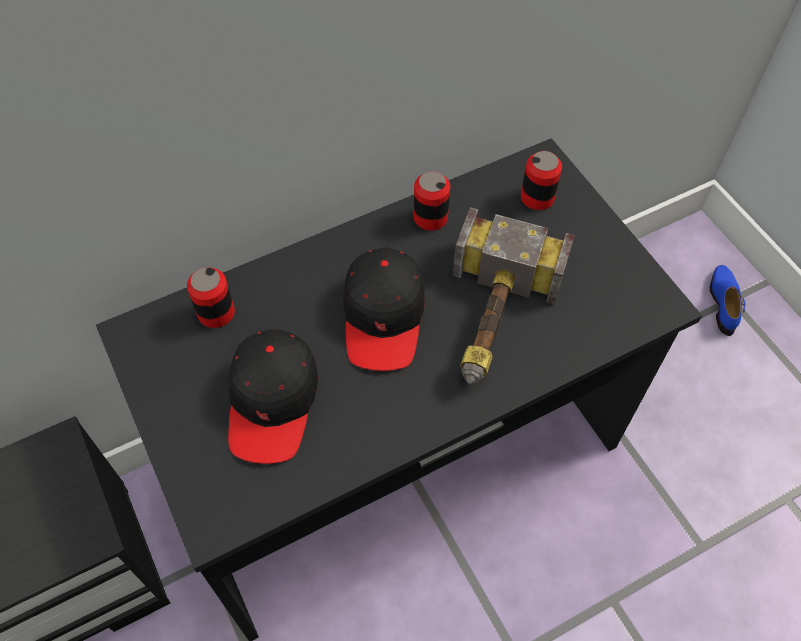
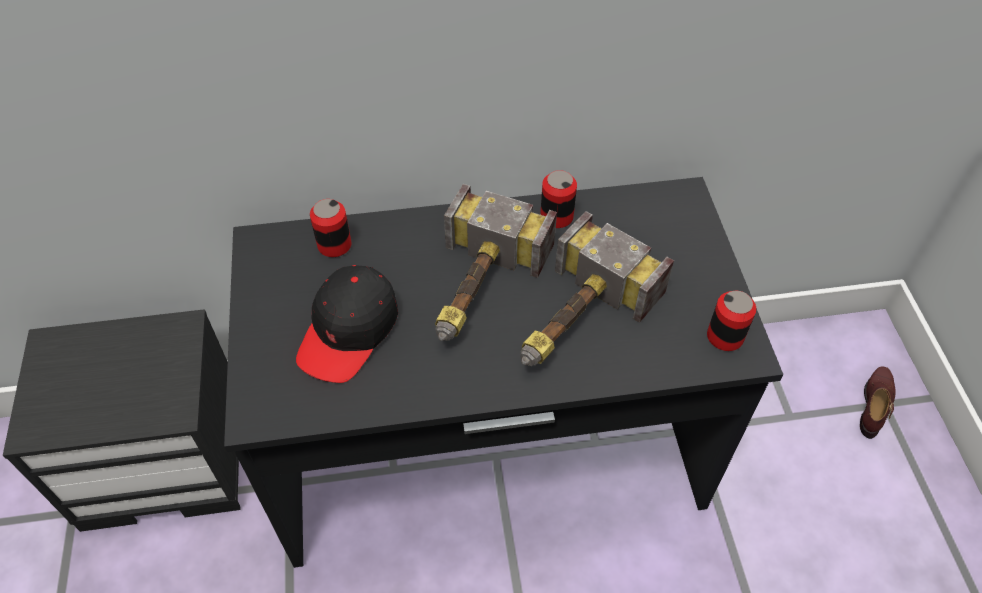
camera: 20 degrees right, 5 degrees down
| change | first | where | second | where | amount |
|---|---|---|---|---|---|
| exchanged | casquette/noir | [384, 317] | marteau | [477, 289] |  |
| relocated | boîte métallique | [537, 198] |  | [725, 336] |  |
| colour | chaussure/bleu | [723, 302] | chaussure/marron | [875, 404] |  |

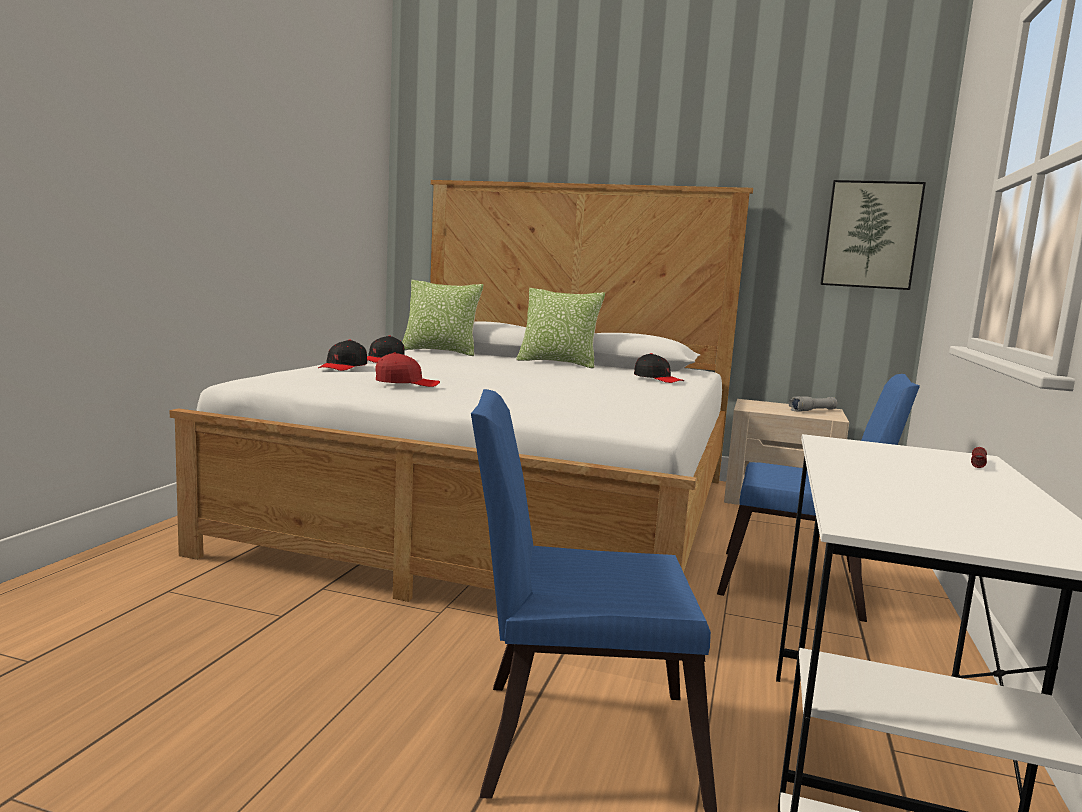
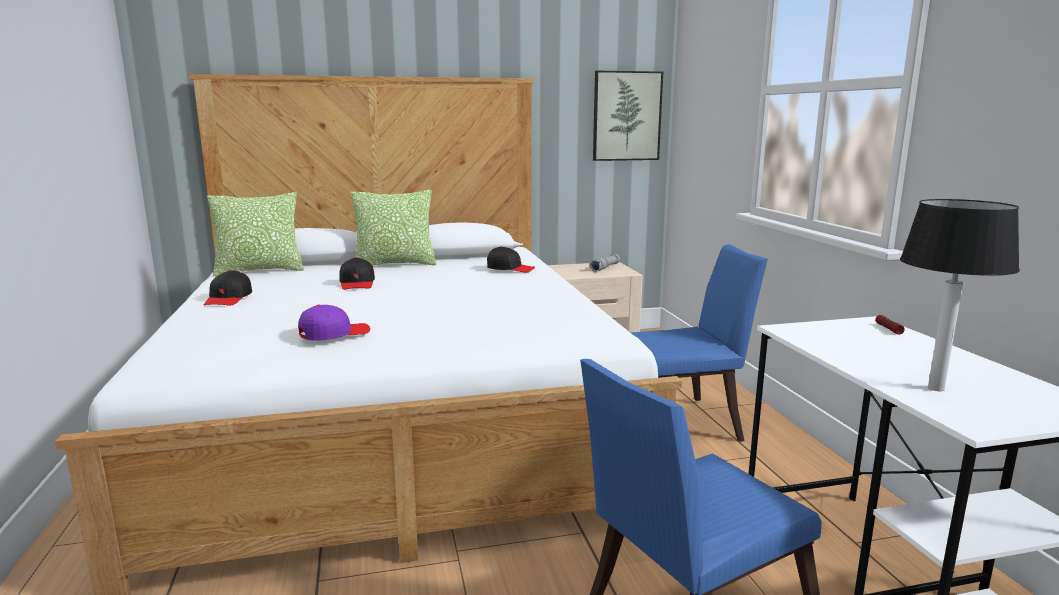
camera: 30 degrees left, 5 degrees up
| change | first | where | second | where | amount |
|---|---|---|---|---|---|
| relocated | casquette/noir | [343, 367] |  | [357, 283] |  |
| colour | casquette/rouge | [406, 383] | casquette/violet | [334, 334] |  |
| appeared |  |  | lampe de table | [934, 388] |  |

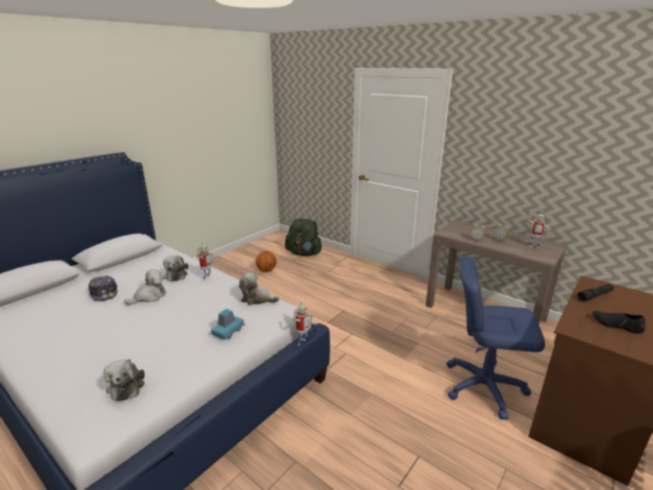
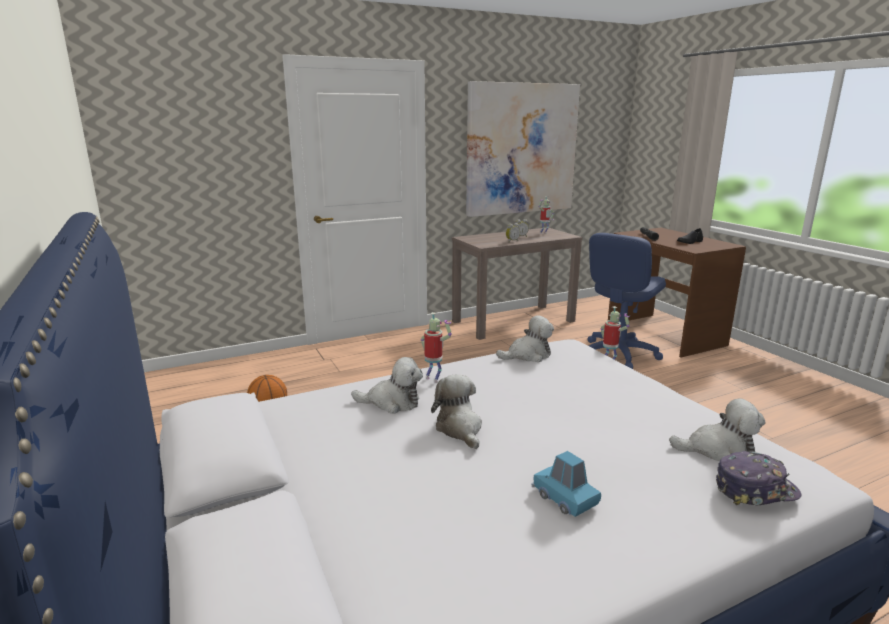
camera: 65 degrees left, 5 degrees down
| change | first | where | second | where | amount |
|---|---|---|---|---|---|
| relocated | casquette | [104, 293] |  | [754, 489] |  |
| relocated | petite voiture/bleu | [228, 331] |  | [564, 498] |  |
| spun | peluche | [257, 299] |  | [528, 355] | 150 degrees counterclockwise |
| missing | sac à dos/vert | [304, 253] |  |  |  |
| appeared |  |  | tableau | [521, 149] |  |

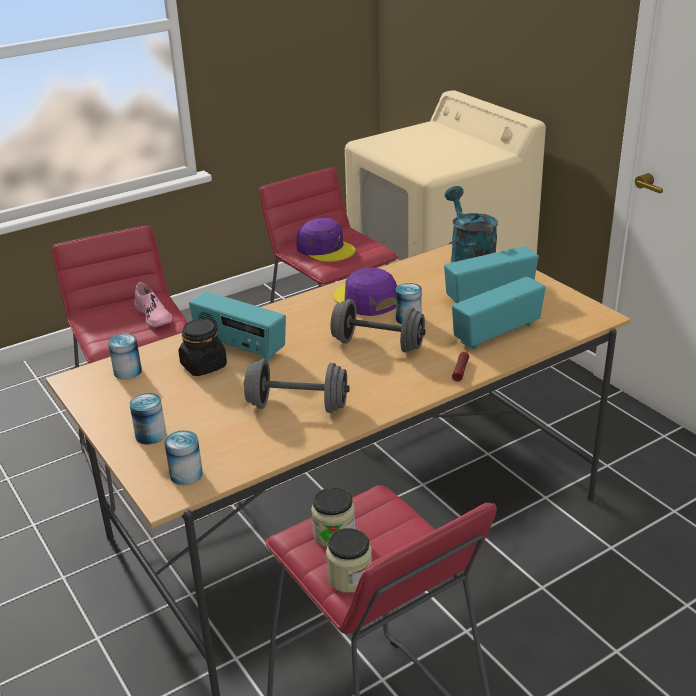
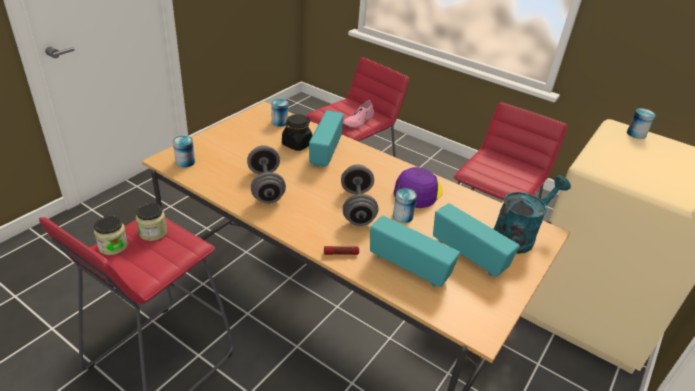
camera: 65 degrees right, 5 degrees up
| change | first | where | second | where | amount |
|---|---|---|---|---|---|
| relocated | boîte métallique | [150, 435] |  | [636, 134] |  |
| missing | casquette/violet | [325, 249] |  |  |  |

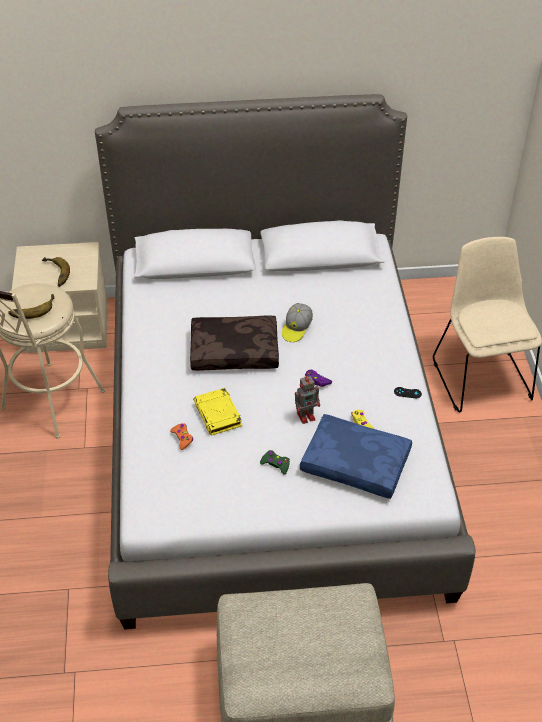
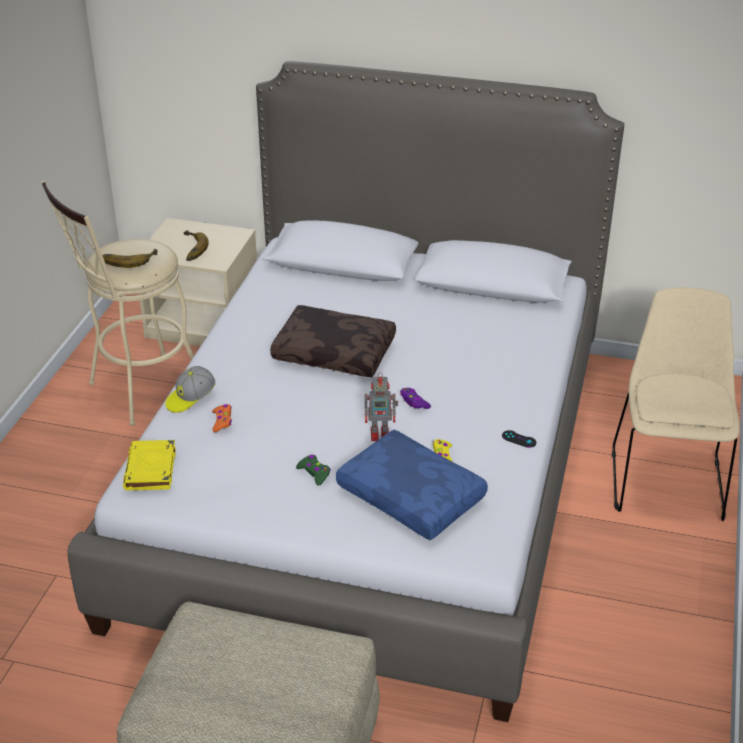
camera: 20 degrees right, 10 degrees down
| change | first | where | second | where | amount |
|---|---|---|---|---|---|
| relocated | livre/jaune | [218, 414] |  | [151, 470] |  |
| relocated | casquette | [296, 328] |  | [190, 398] |  |

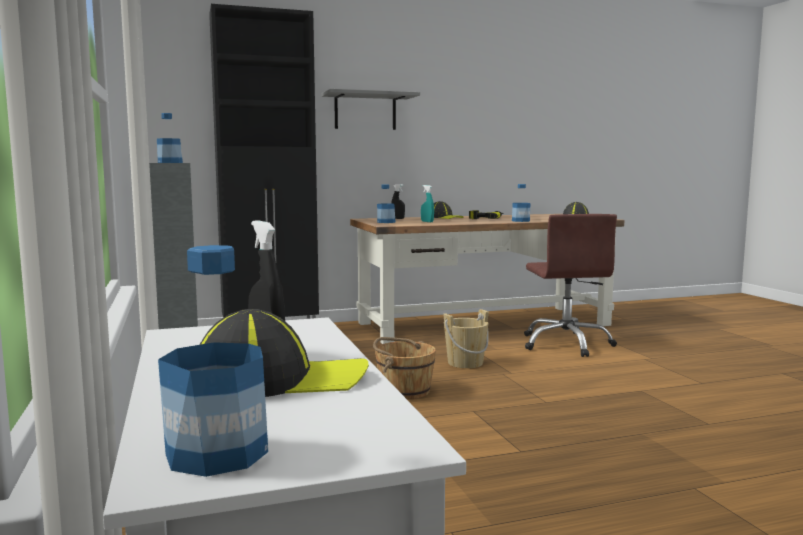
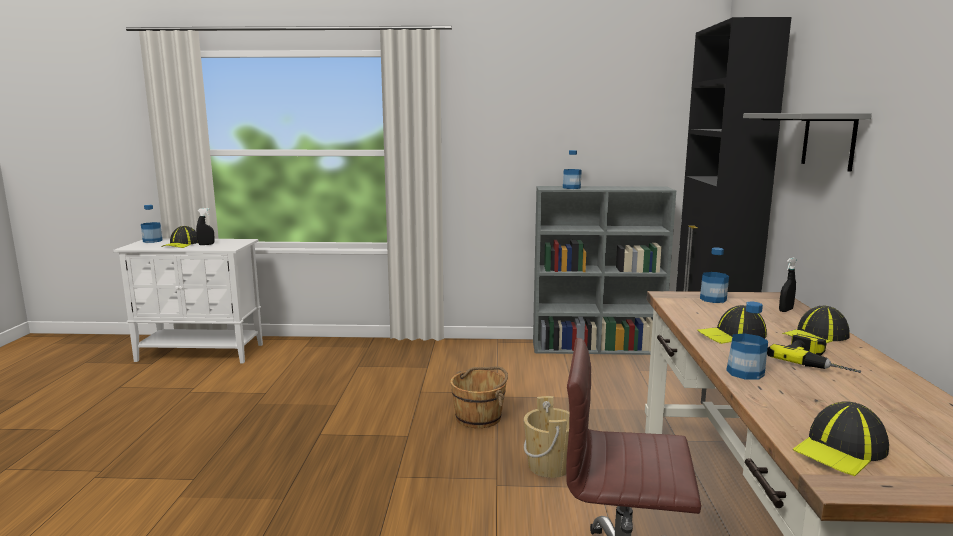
camera: 110 degrees right, 5 degrees up
| change | first | where | second | where | amount |
|---|---|---|---|---|---|
| missing | vaporisateur/turquoise | [427, 222] |  |  |  |
| appeared |  |  | casquette | [731, 335] |  |

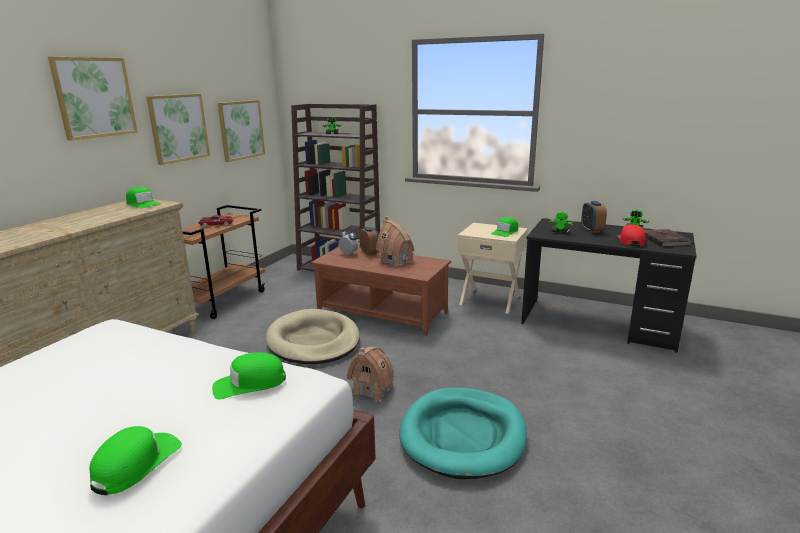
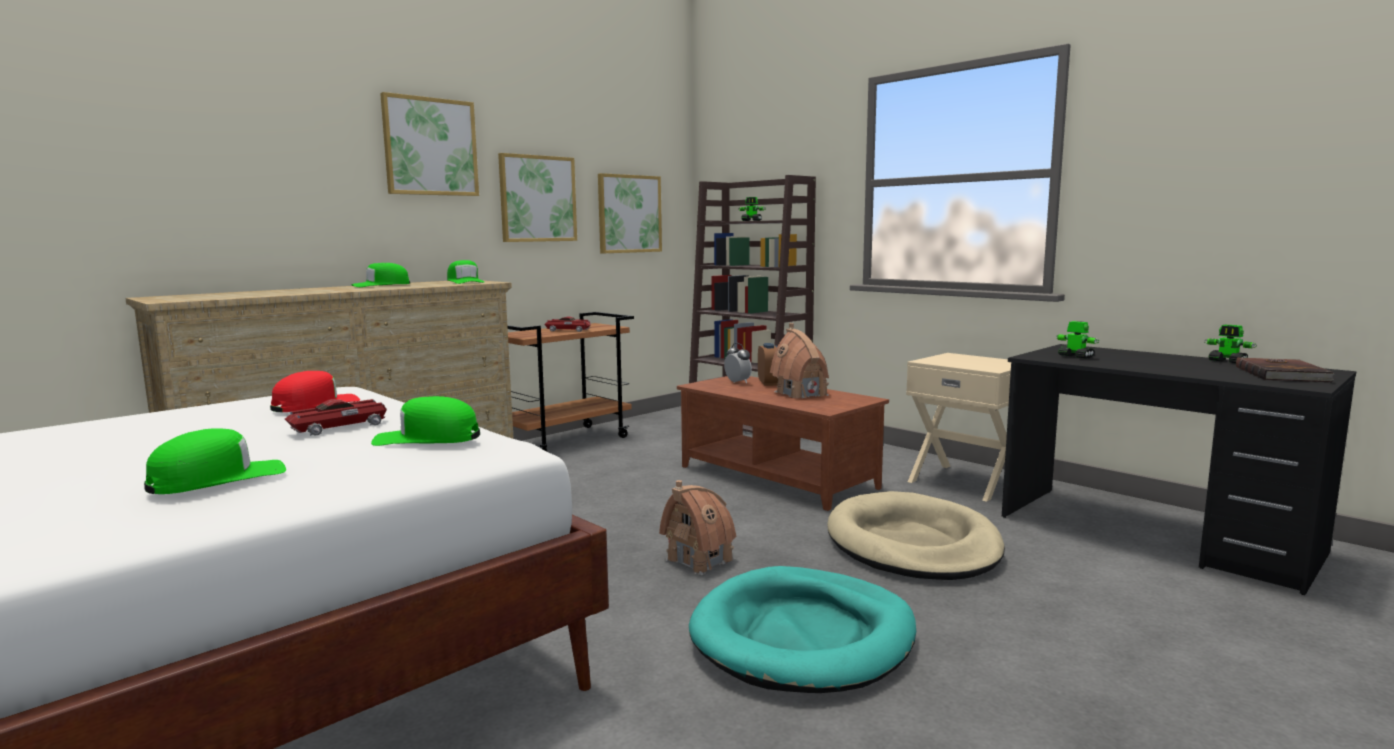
camera: 20 degrees right, 10 degrees down
| change | first | where | second | where | amount |
|---|---|---|---|---|---|
| relocated | panier pour chien/beige | [313, 341] |  | [912, 544] |  |
| relocated | casquette/vert | [505, 232] |  | [381, 285] |  |
| missing | réveil | [591, 230] |  |  |  |
| relocated | casquette/rouge | [630, 241] |  | [315, 405] |  |
| appeared |  |  | petite voiture | [340, 426] |  |

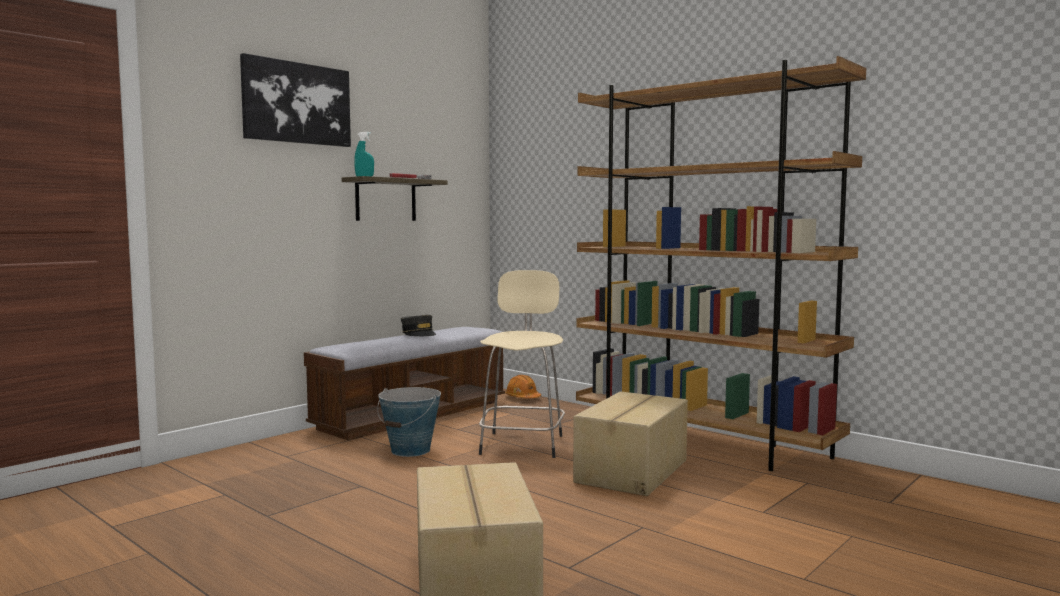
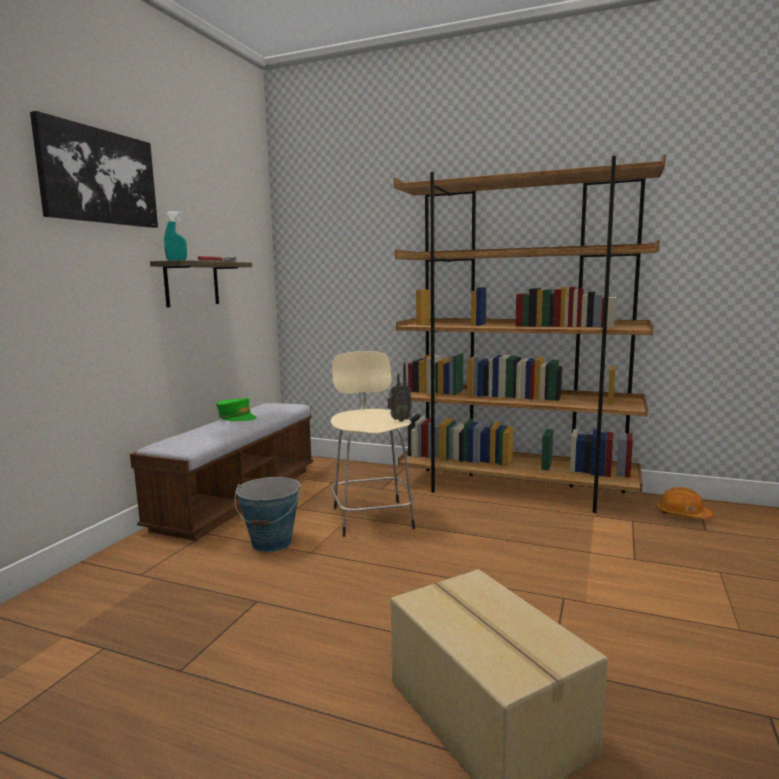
camera: 20 degrees left, 5 degrees up
| change | first | where | second | where | amount |
|---|---|---|---|---|---|
| colour | casquette/gris | [419, 333] | casquette/vert | [237, 417] |  |
| relocated | casque de chantier/orange | [522, 398] |  | [682, 515] |  |
| missing | carton | [633, 471] |  |  |  |
| appeared |  |  | radio | [399, 420] |  |

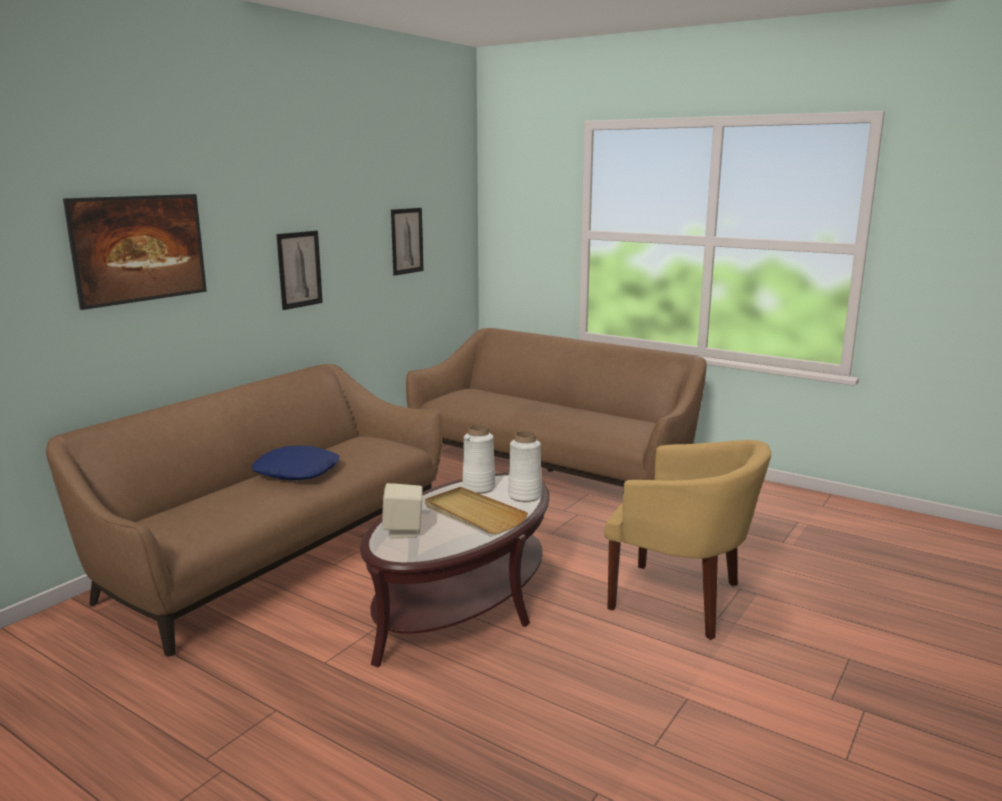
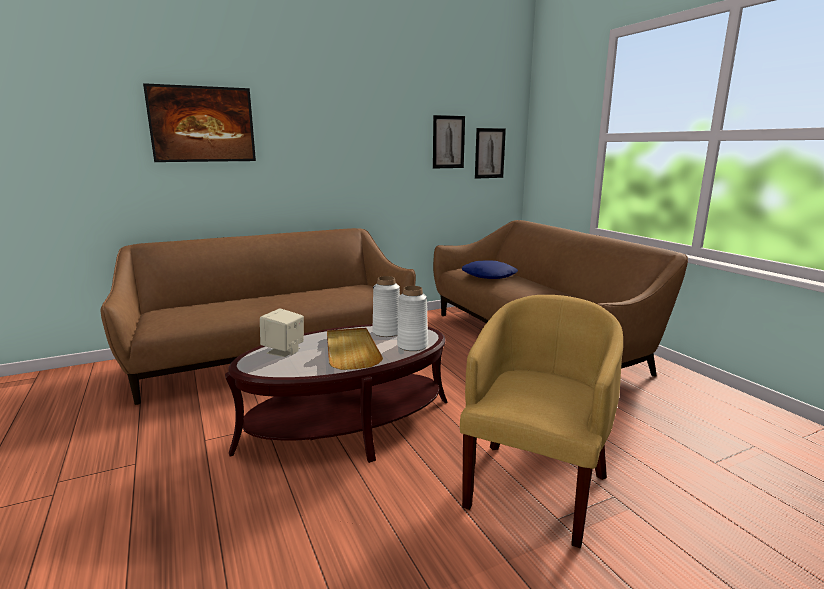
camera: 30 degrees right, 0 degrees up
| change | first | where | second | where | amount |
|---|---|---|---|---|---|
| relocated | coussin/bleu | [297, 471] |  | [489, 275] |  |
| relocated | tableau | [299, 269] |  | [489, 153] |  |
| spun | fauteuil/jaune | [680, 599] |  | [535, 486] | 120 degrees counterclockwise |

